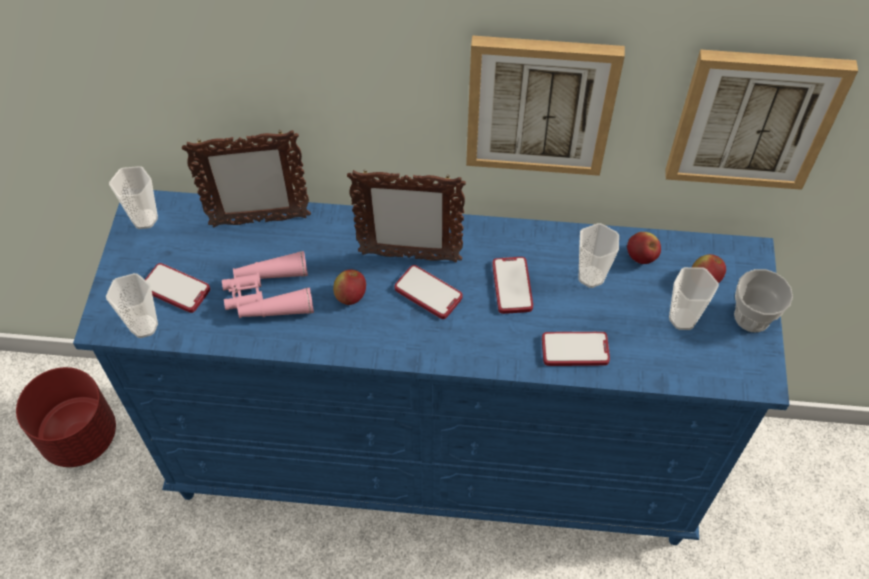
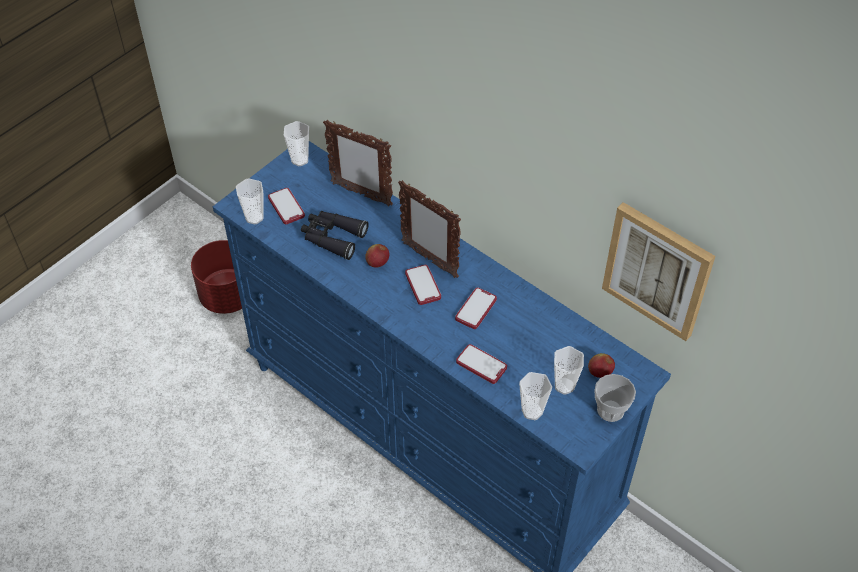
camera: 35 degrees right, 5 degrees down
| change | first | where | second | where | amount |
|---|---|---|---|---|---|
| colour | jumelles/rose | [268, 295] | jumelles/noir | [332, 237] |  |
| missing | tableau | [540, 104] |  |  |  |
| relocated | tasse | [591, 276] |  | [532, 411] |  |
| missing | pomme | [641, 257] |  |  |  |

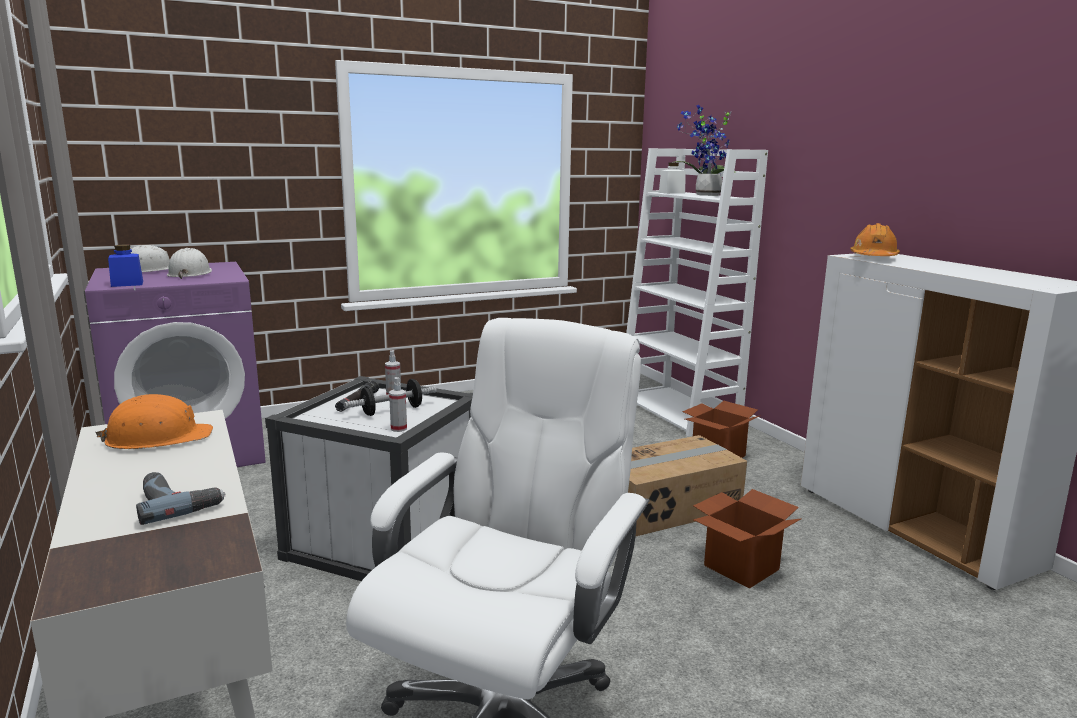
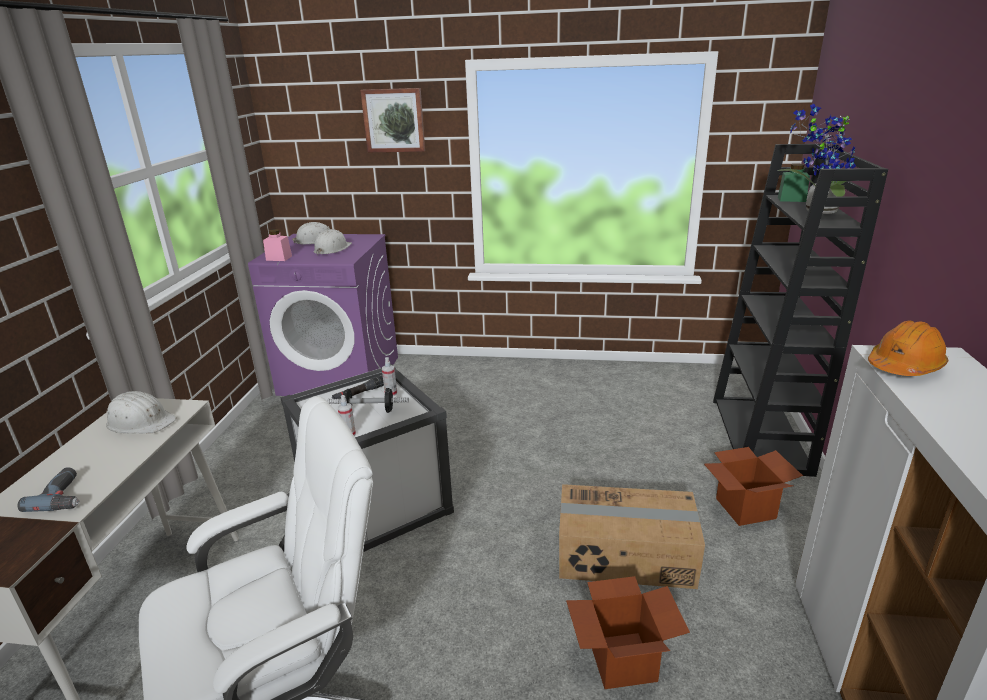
camera: 35 degrees right, 10 degrees up
| change | first | where | second | where | amount |
|---|---|---|---|---|---|
| colour | casque de chantier/orange | [158, 438] | casque de chantier/blanc | [141, 422] |  |
| colour | bocal/bleu | [127, 284] | bocal/rose | [279, 258] |  |
| colour | bibliothèque/blanc | [679, 411] | bibliothèque/noir | [761, 436] |  |
| colour | bocal/blanc | [671, 193] | bocal/vert | [791, 199] |  |
| appeared |  |  | tableau | [394, 120] |  |

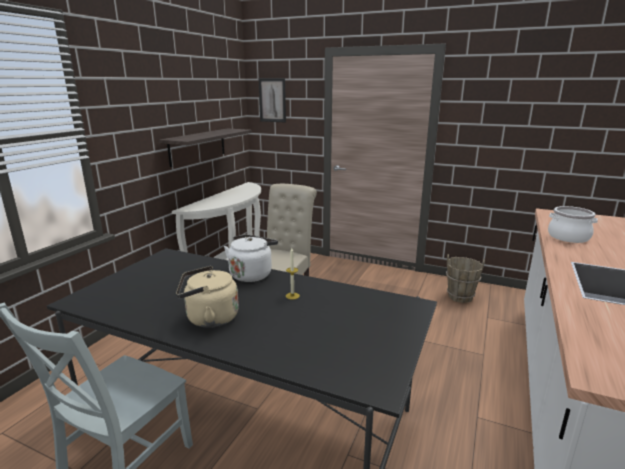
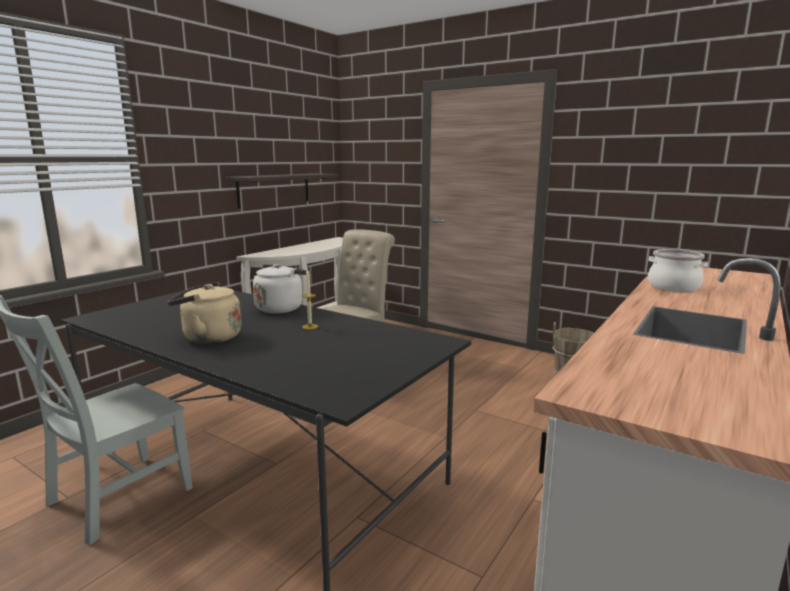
camera: 10 degrees right, 5 degrees down
| change | first | where | second | where | amount |
|---|---|---|---|---|---|
| missing | tableau | [272, 100] |  |  |  |

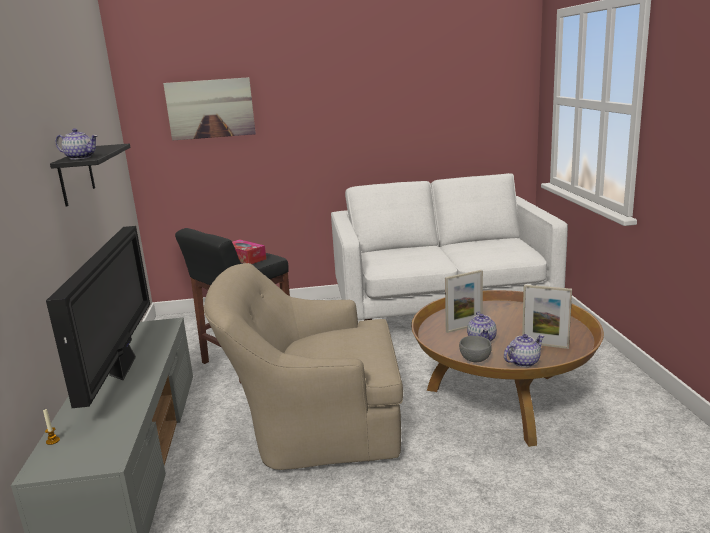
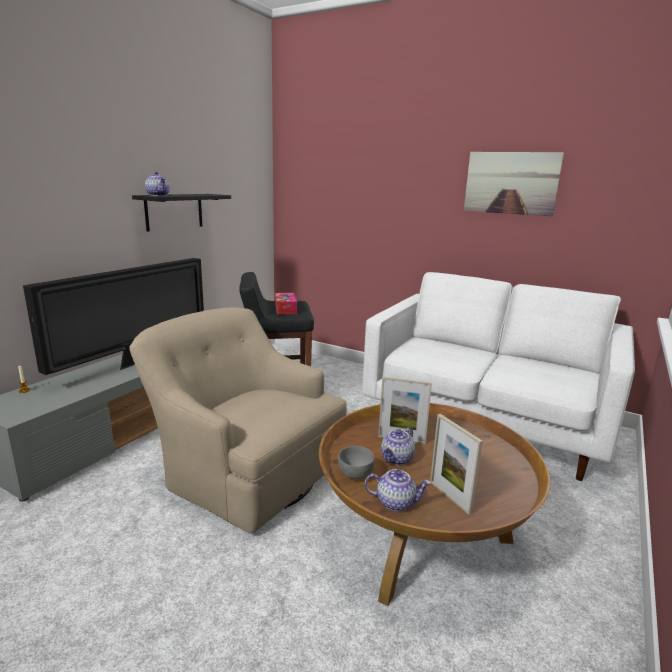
camera: 35 degrees right, 0 degrees up
| change | first | where | second | where | amount |
|---|---|---|---|---|---|
| relocated | tableau | [210, 109] |  | [511, 183] |  |

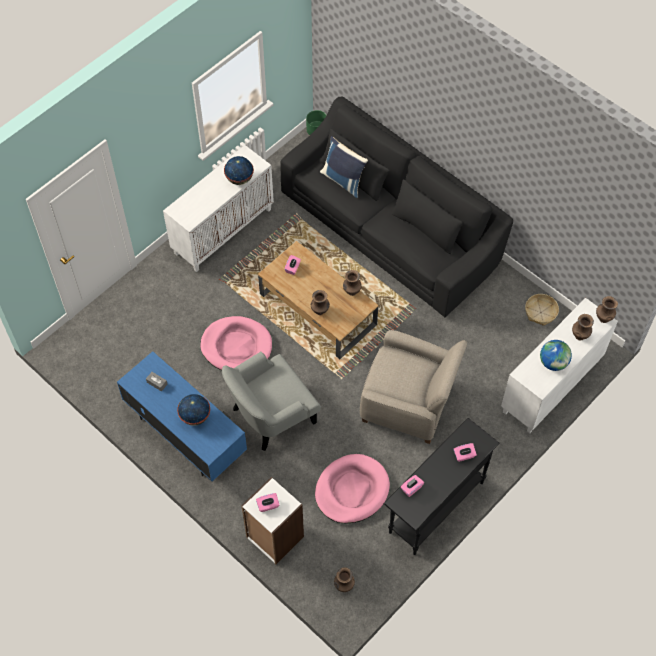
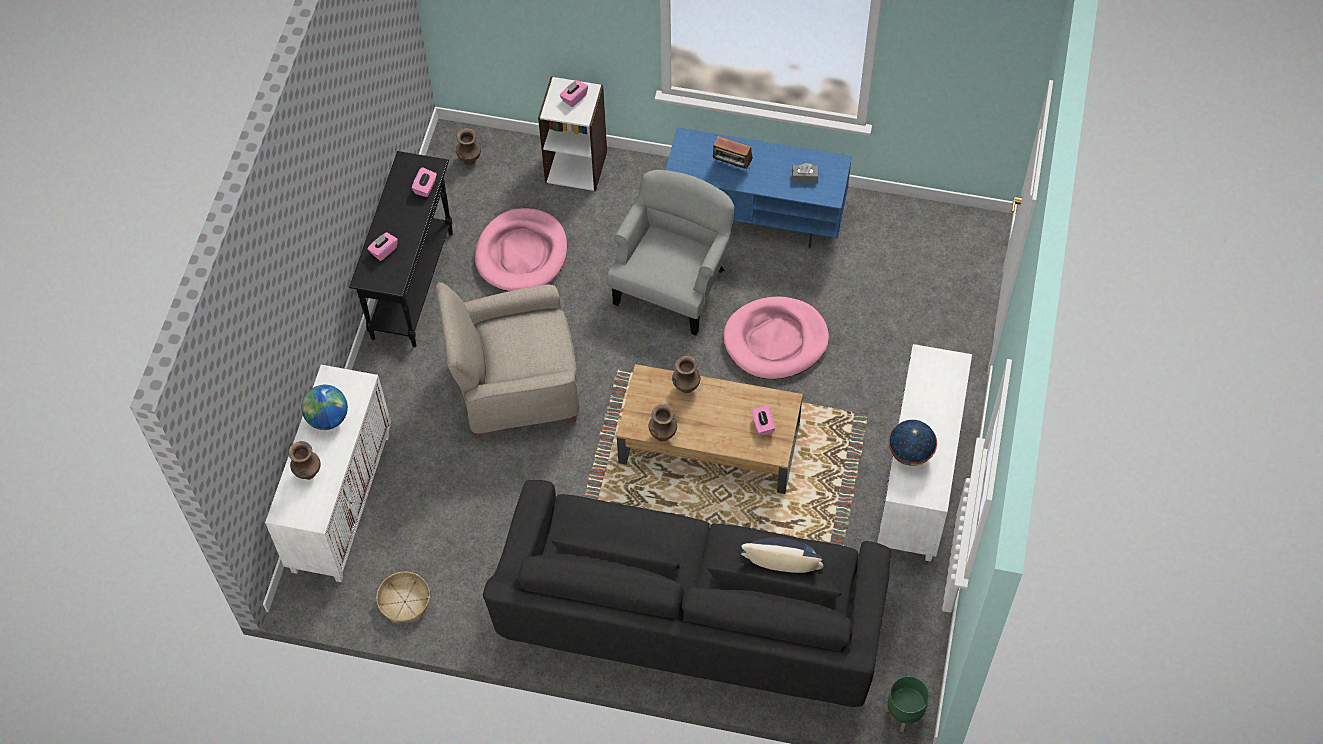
camera: 150 degrees right, 0 degrees up
| change | first | where | second | where | amount |
|---|---|---|---|---|---|
| exchanged | globe | [195, 416] | radio | [732, 165] |  |
| missing | vase/marron | [603, 318] |  |  |  |

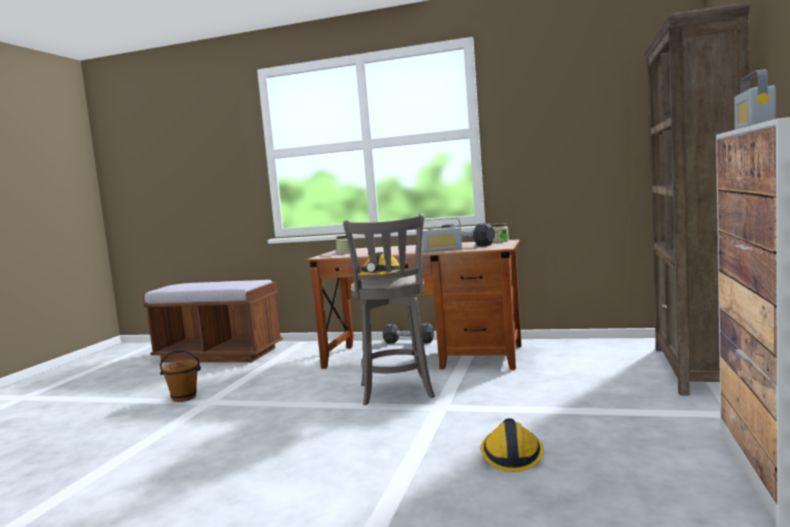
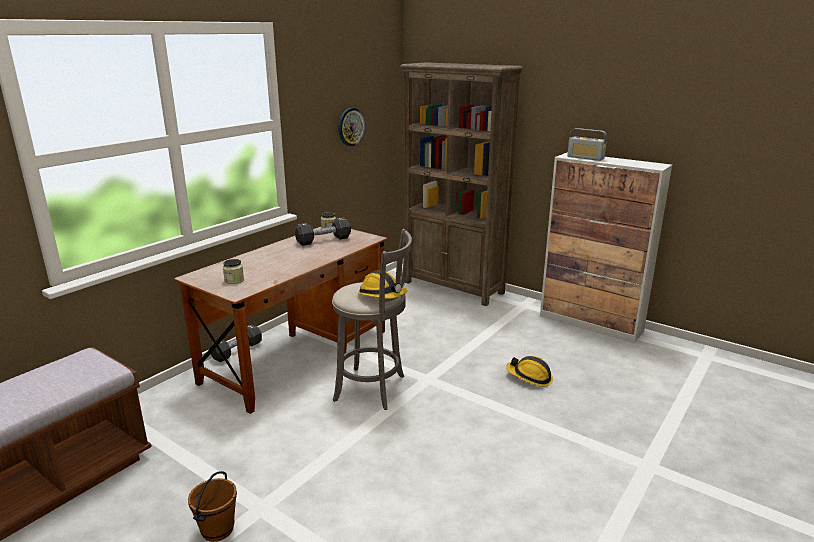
camera: 70 degrees left, 15 degrees up
| change | first | where | second | where | amount |
|---|---|---|---|---|---|
| missing | radio | [442, 250] |  |  |  |
| appeared |  |  | horloge murale | [350, 127] |  |

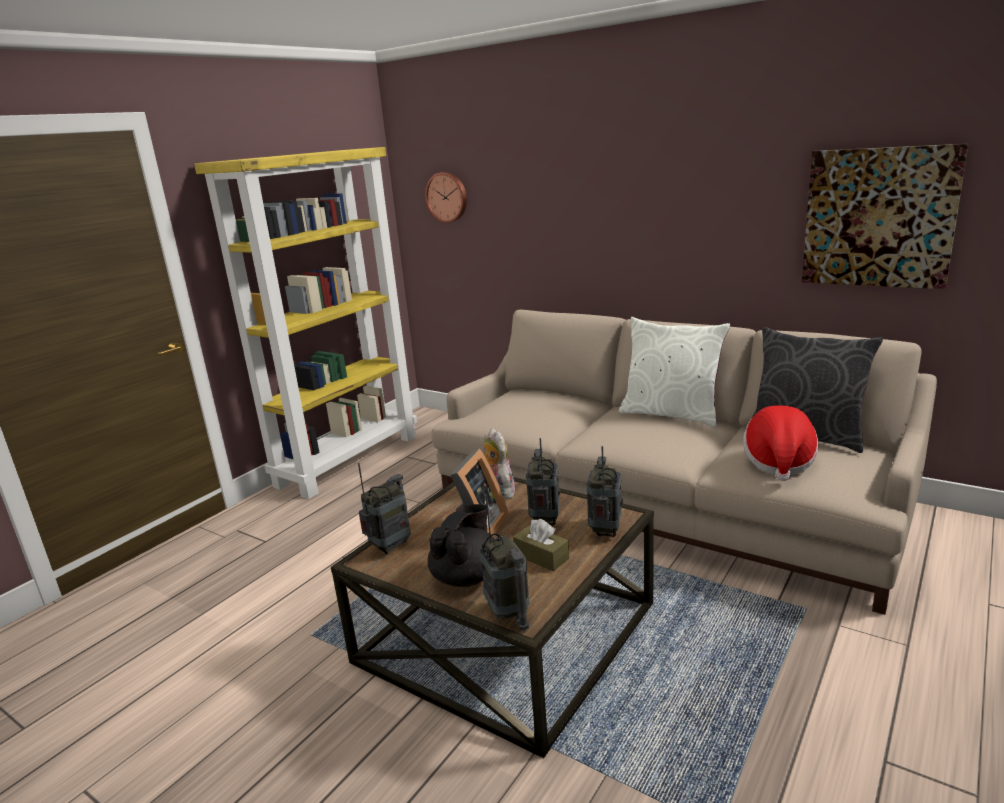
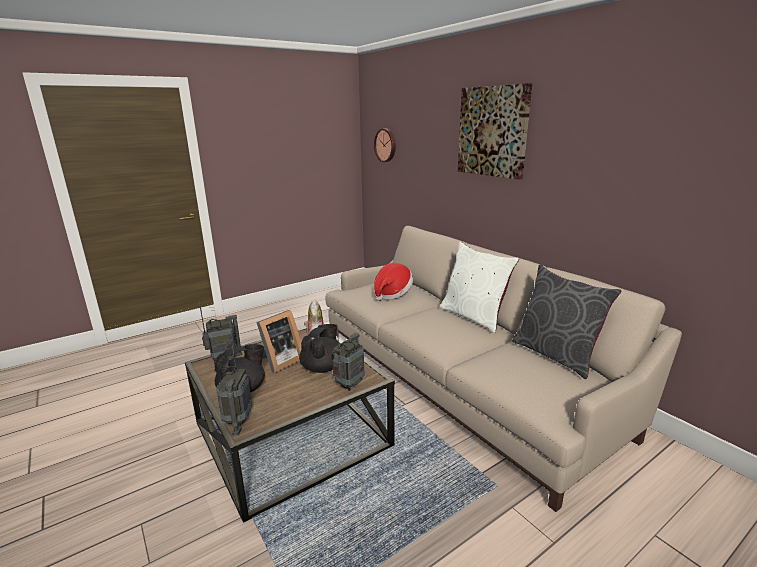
camera: 20 degrees right, 0 degrees up
| change | first | where | second | where | amount |
|---|---|---|---|---|---|
| missing | bibliothèque/jaune | [348, 460] |  |  |  |
| missing | boîte à mouchoirs/marron | [541, 557] |  |  |  |
| exchanged | radio | [545, 520] | théière/noir | [323, 367] |  |
| relocated | chapeau | [778, 462] |  | [392, 294] |  |
| relocated | tableau | [878, 217] |  | [493, 131] |  |

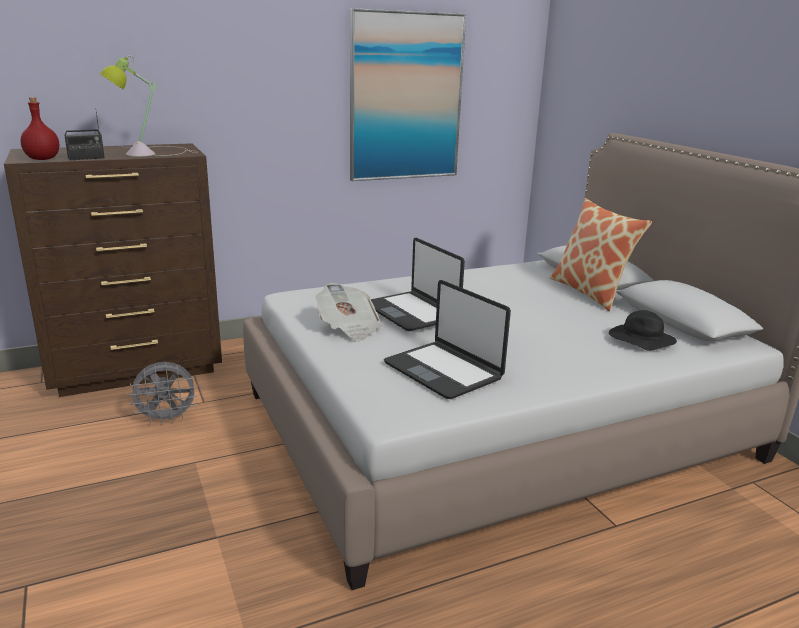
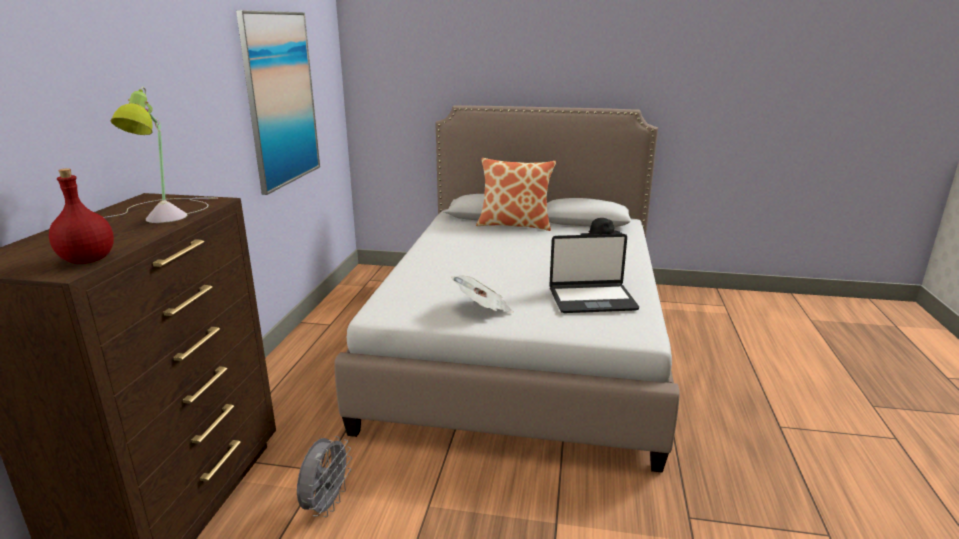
camera: 55 degrees left, 0 degrees up
| change | first | where | second | where | amount |
|---|---|---|---|---|---|
| missing | radio | [86, 158] |  |  |  |
| missing | ordinateur portable | [412, 312] |  |  |  |

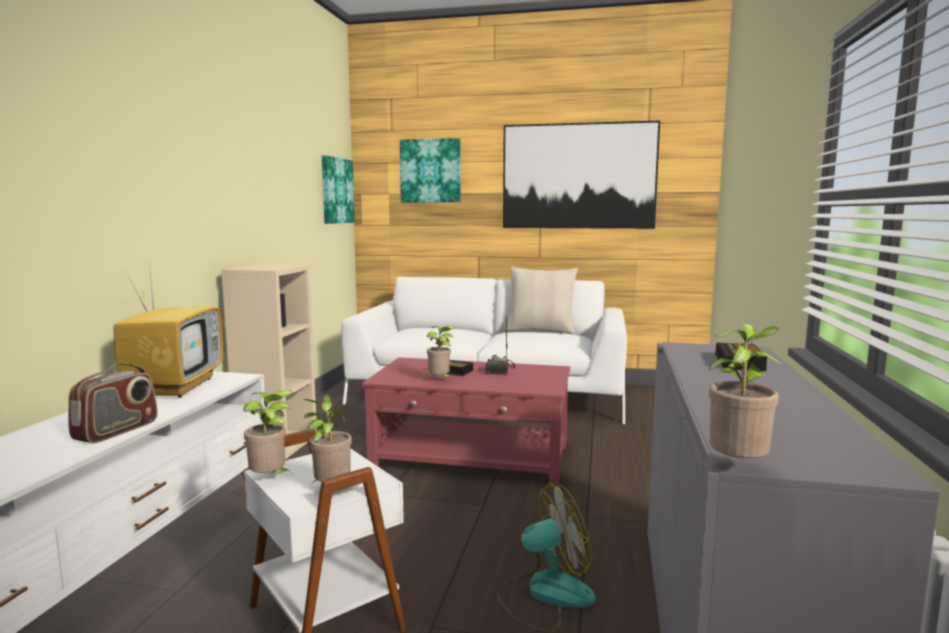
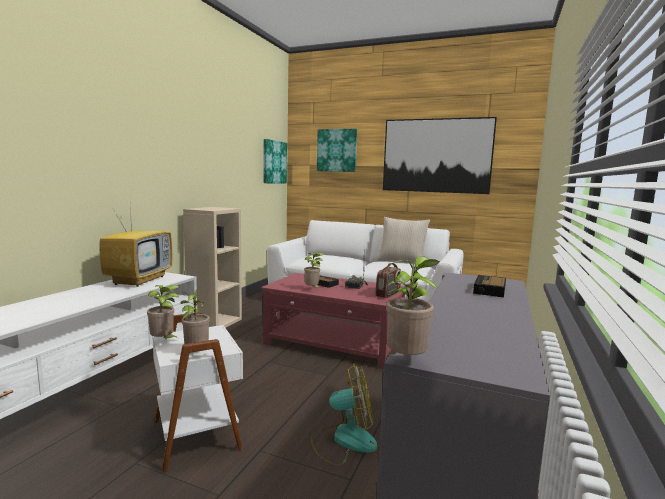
camera: 10 degrees right, 0 degrees up
| change | first | where | second | where | amount |
|---|---|---|---|---|---|
| relocated | radio | [117, 431] |  | [388, 294] |  |

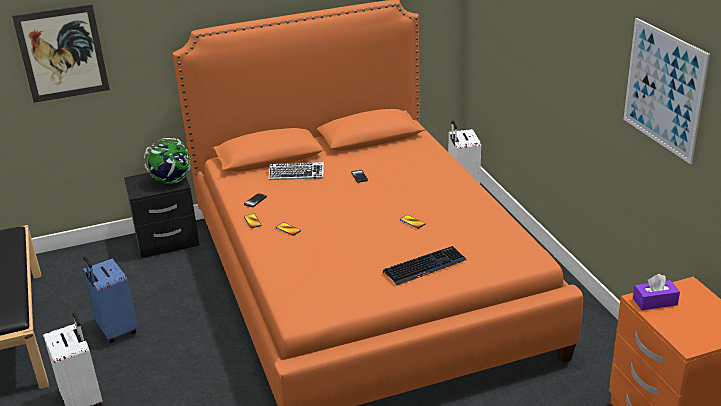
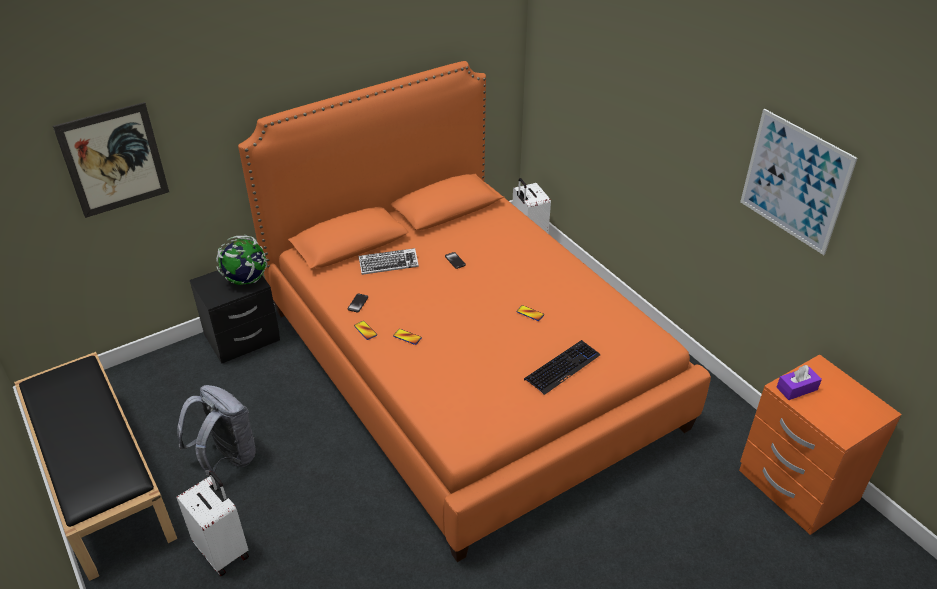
camera: 15 degrees left, 10 degrees up
| change | first | where | second | where | amount |
|---|---|---|---|---|---|
| exchanged | valise/bleu | [116, 330] | sac à dos/gris | [226, 458] |  |

